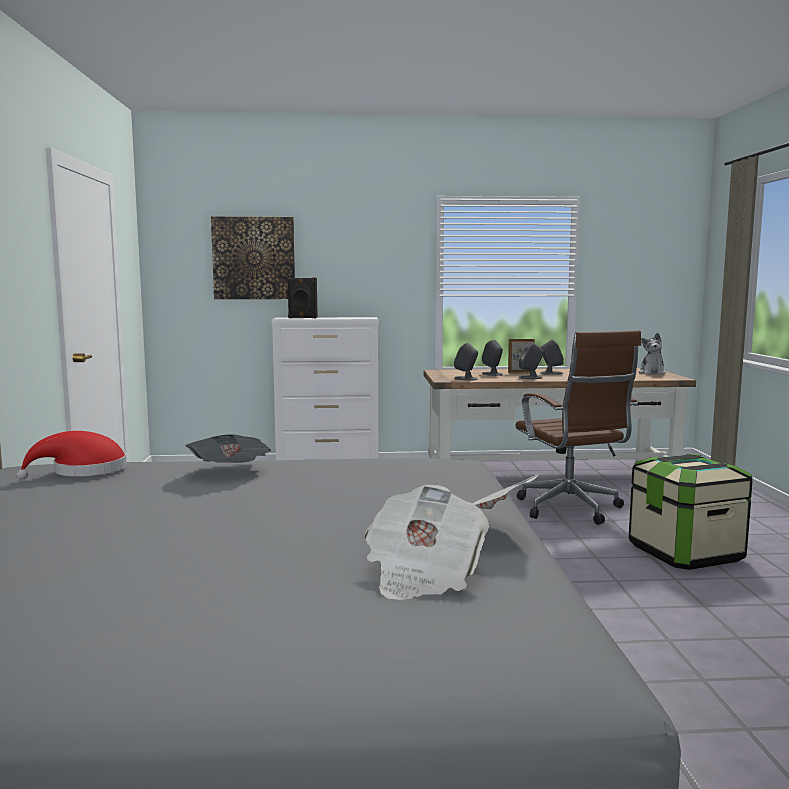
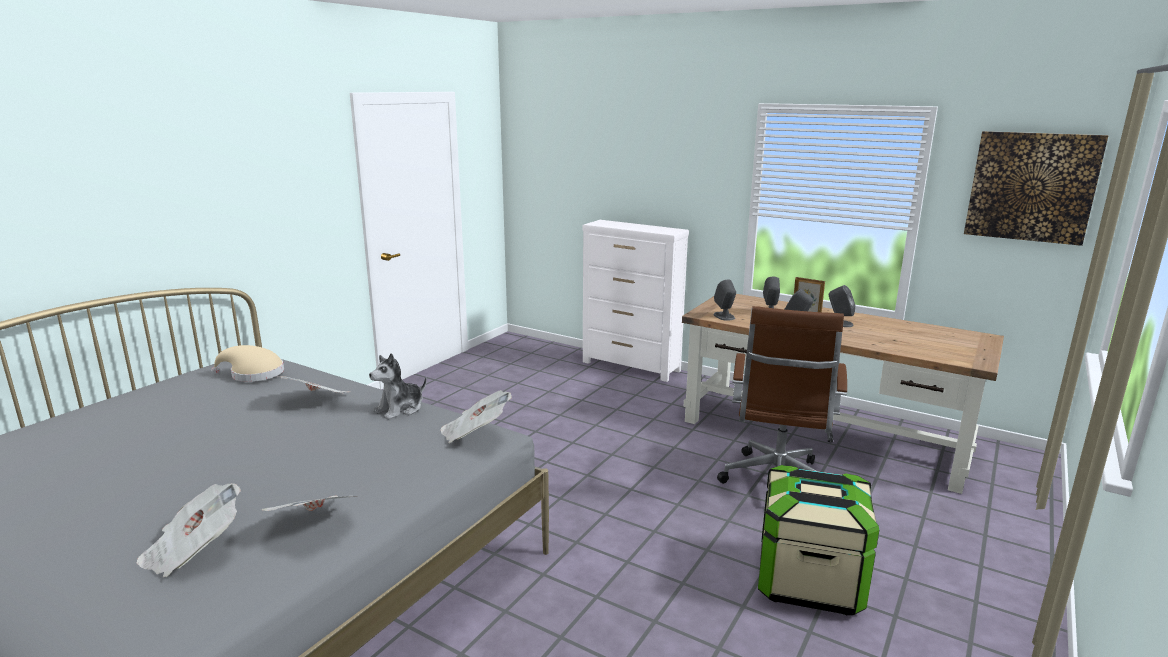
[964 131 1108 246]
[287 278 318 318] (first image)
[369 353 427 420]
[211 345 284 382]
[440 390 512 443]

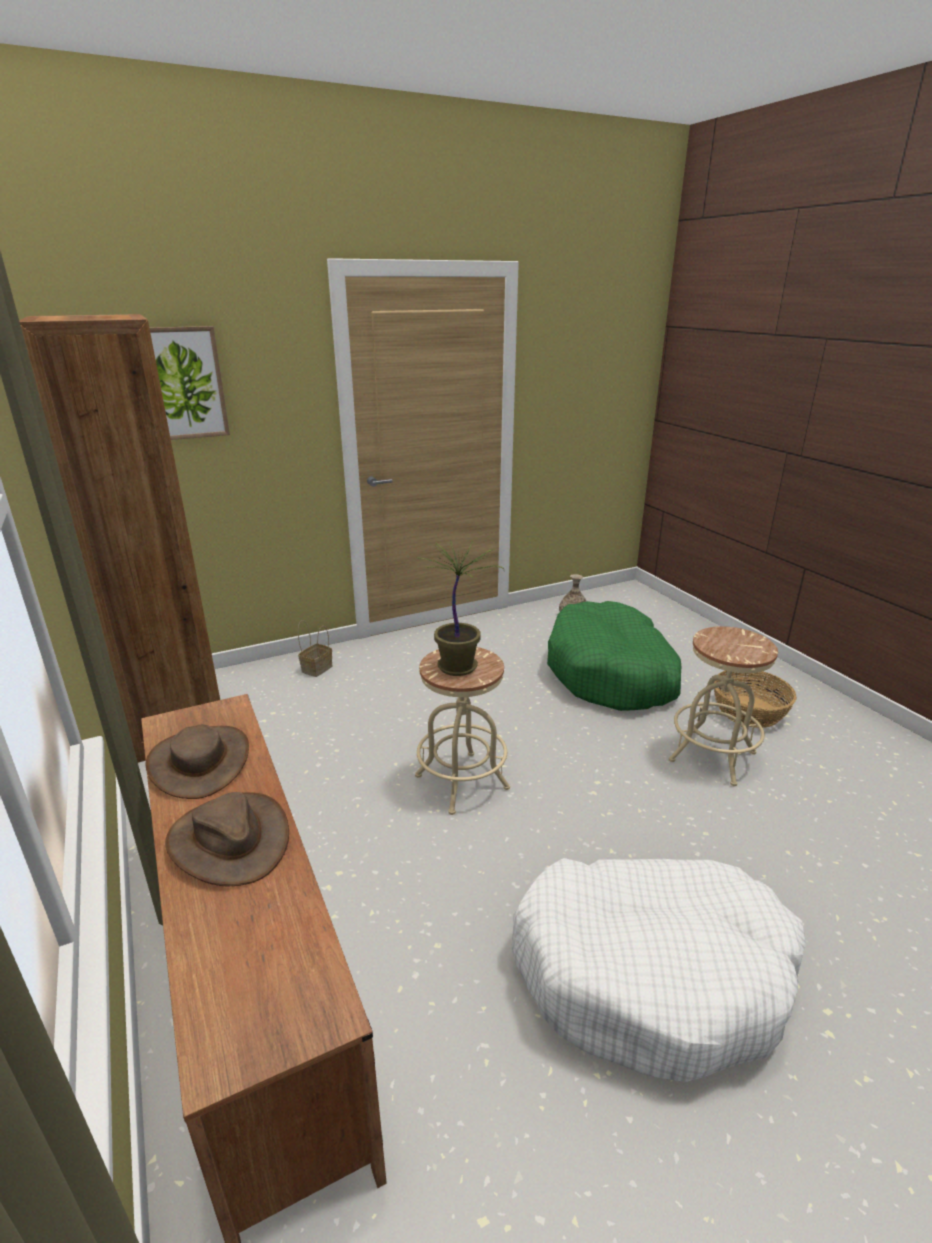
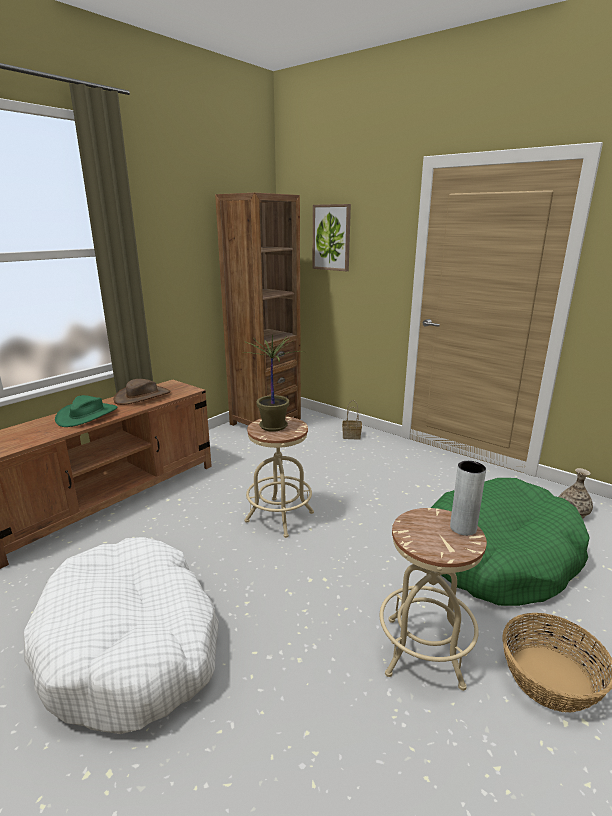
[55 395 118 427]
[450 461 486 536]

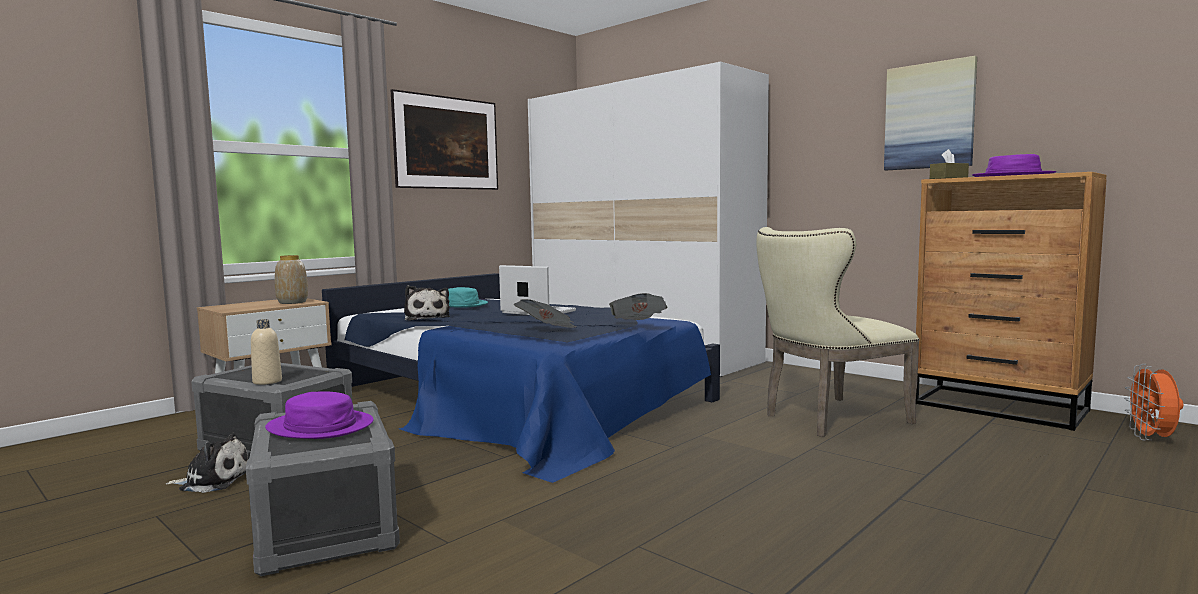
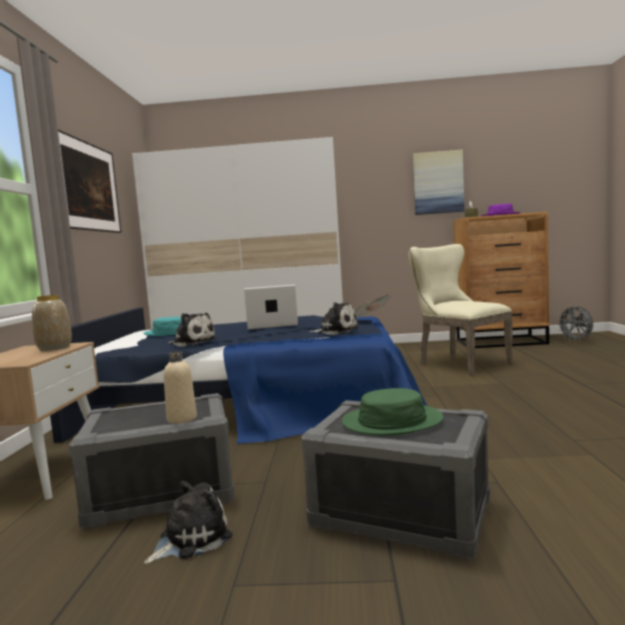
[408 244 513 376]
[310 302 359 335]
[557 305 593 342]
[342 388 443 435]

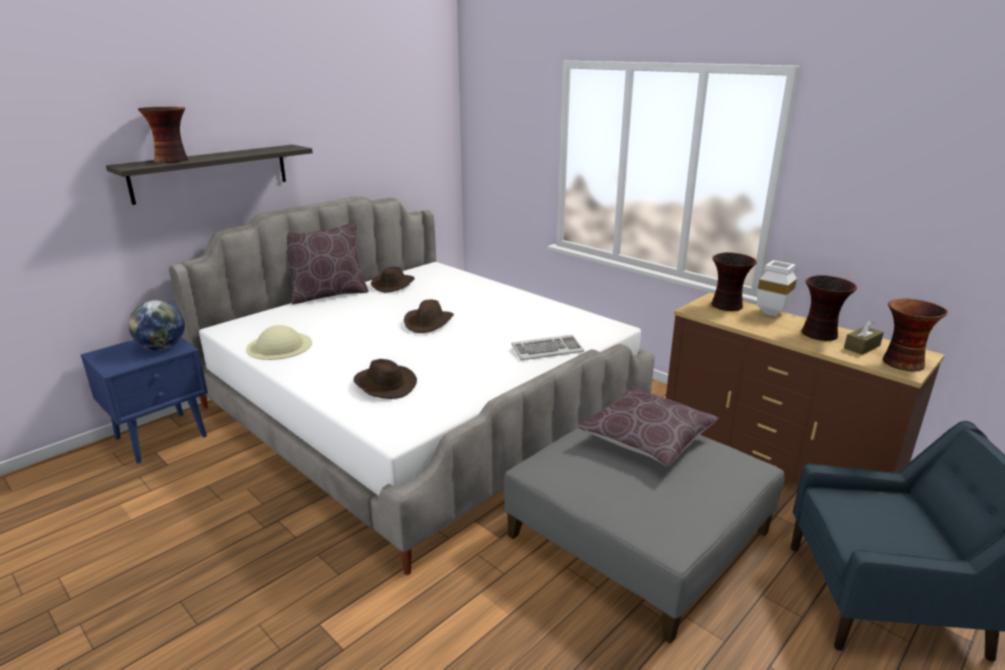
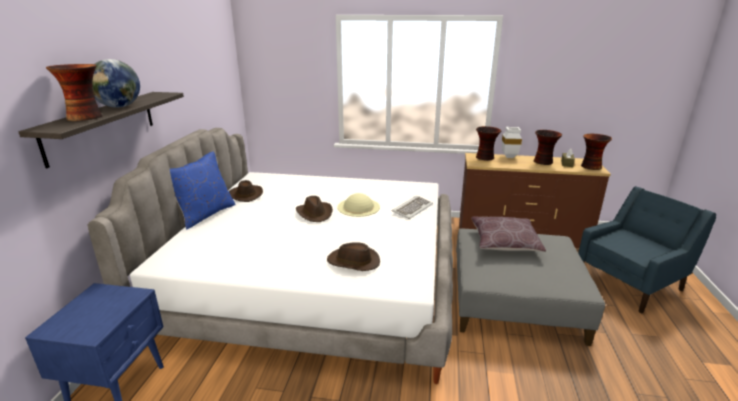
[170 151 235 230]
[92 59 140 108]
[337 193 380 217]

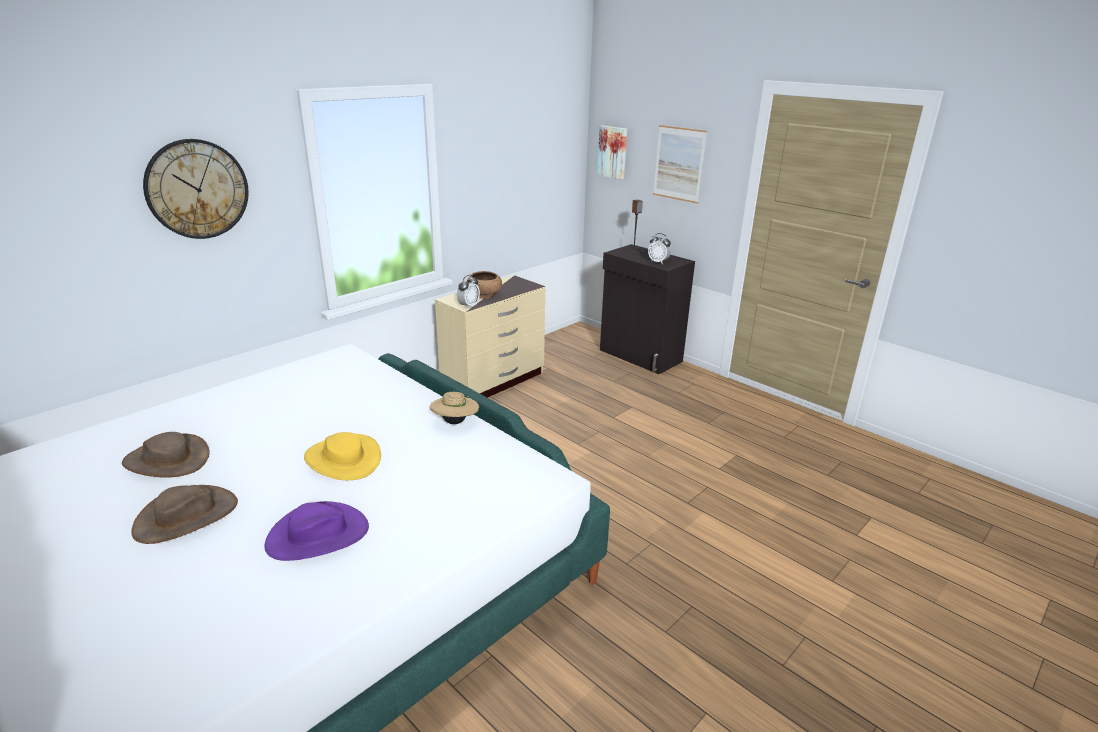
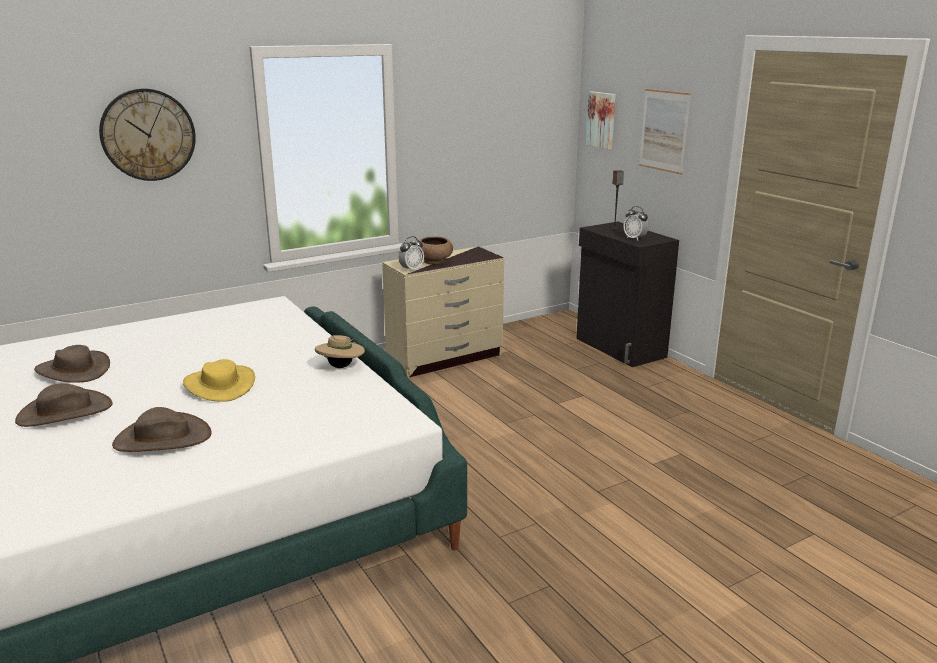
[112 407 212 452]

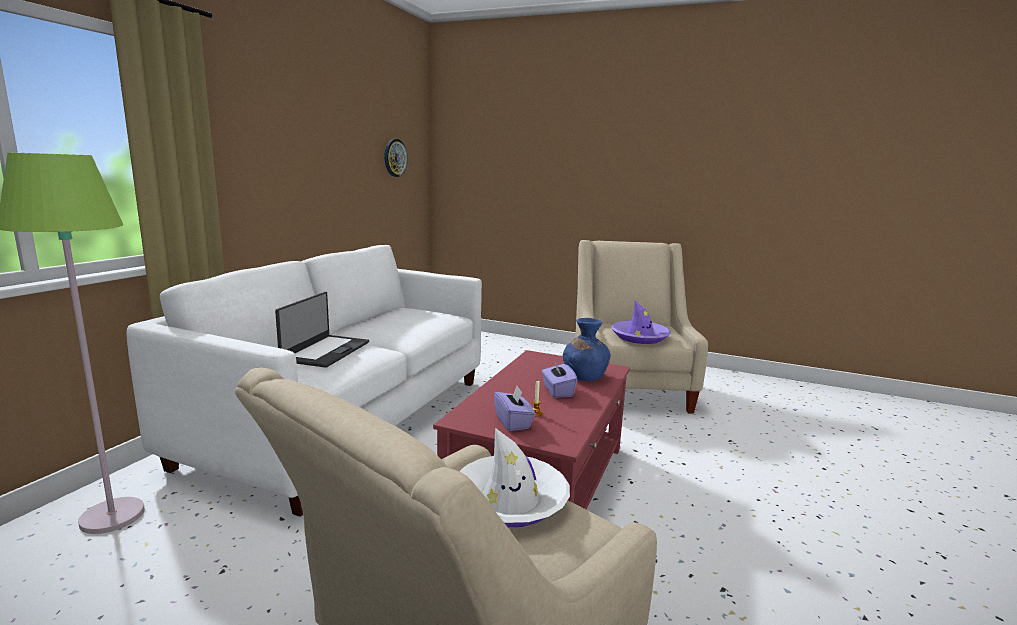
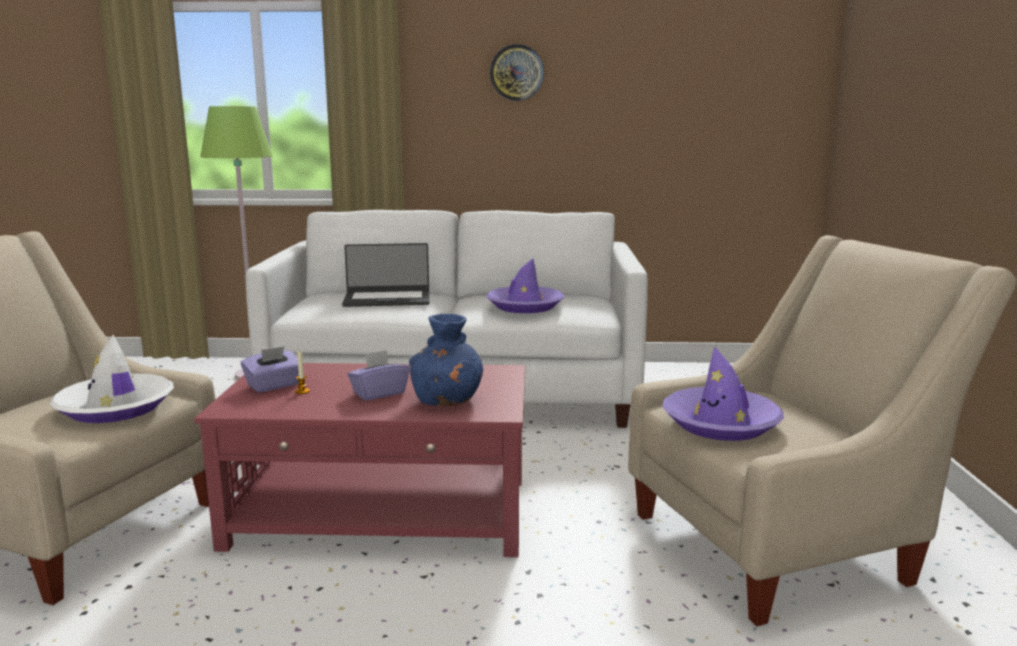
[490 44 544 101]
[486 259 564 313]

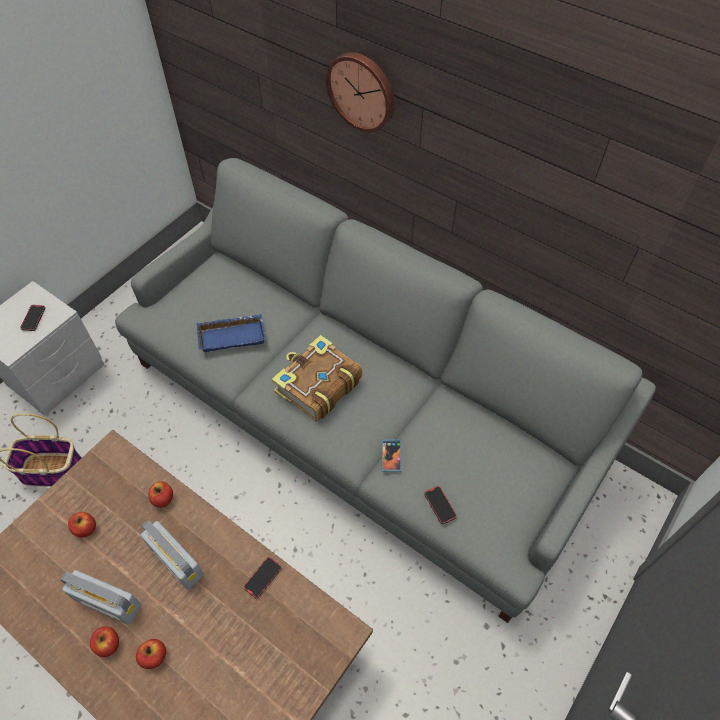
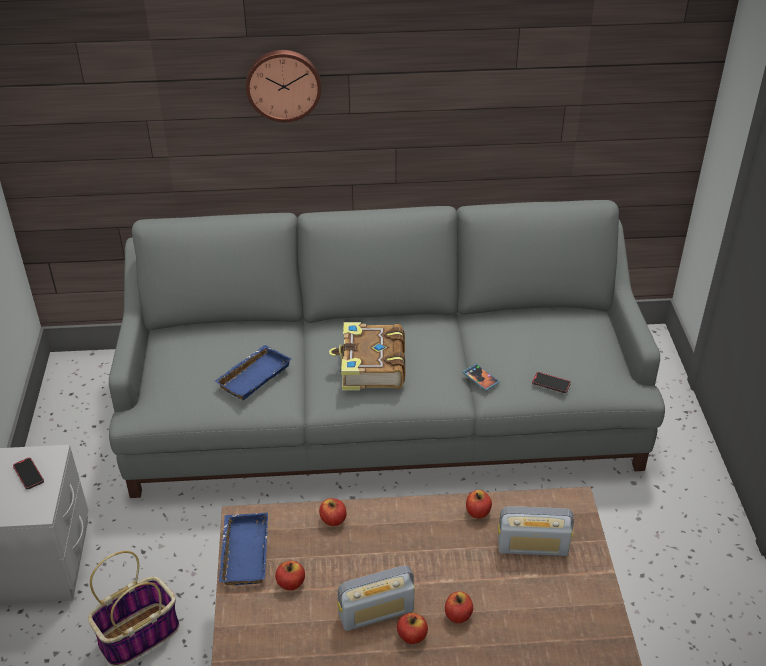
[498 506 574 556]
[466 490 492 519]
[219 512 268 586]

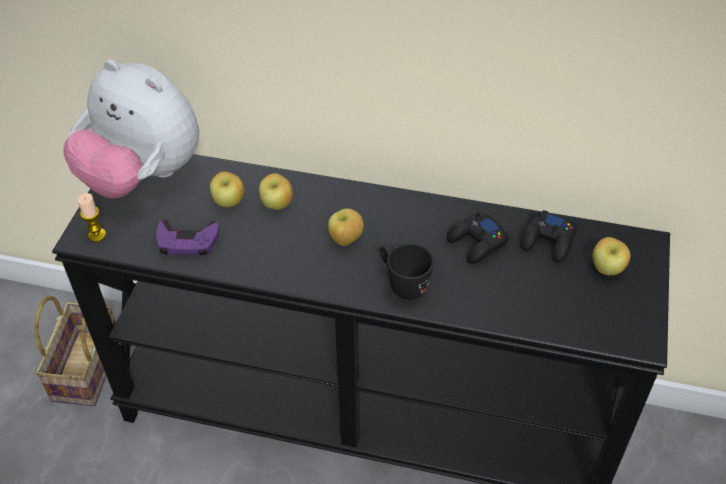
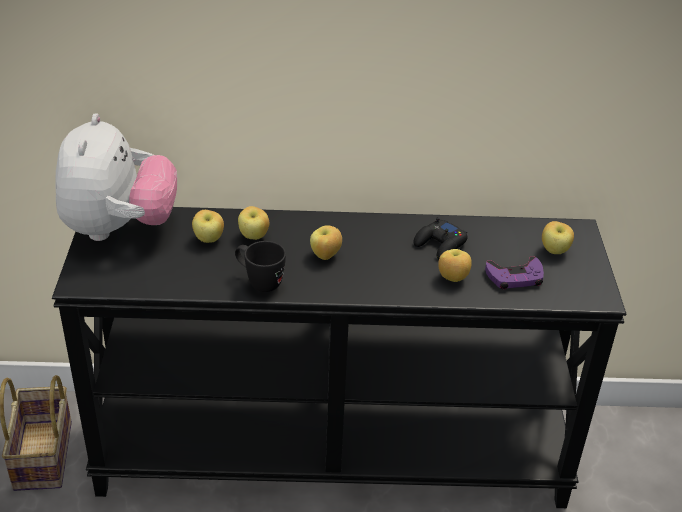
[55 113 177 241]
[78 193 106 242] (first image)
[520 210 577 262] (first image)
[485 256 544 289]
[235 241 286 292]
[438 249 472 282]

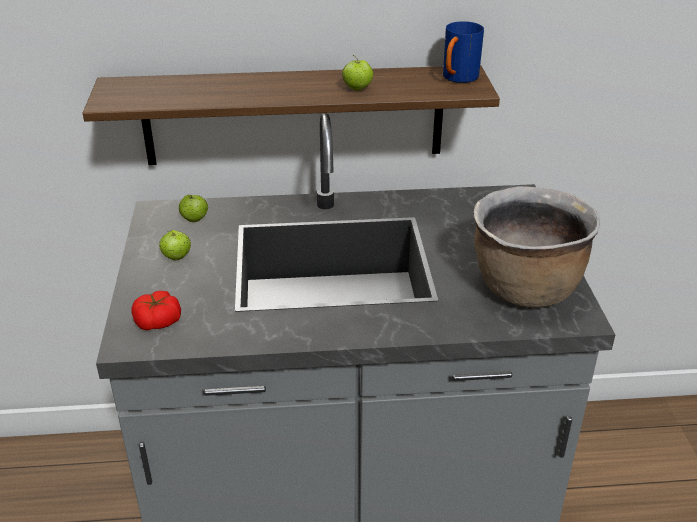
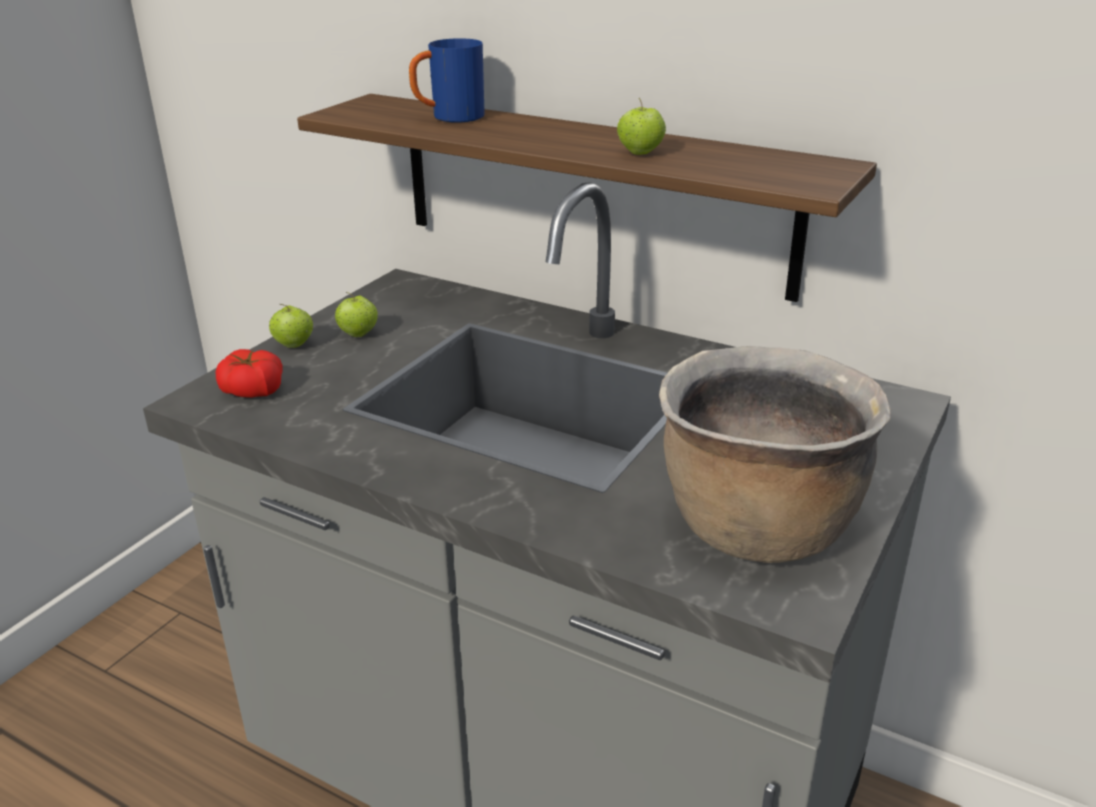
[409 38 485 123]
[269 304 313 348]

